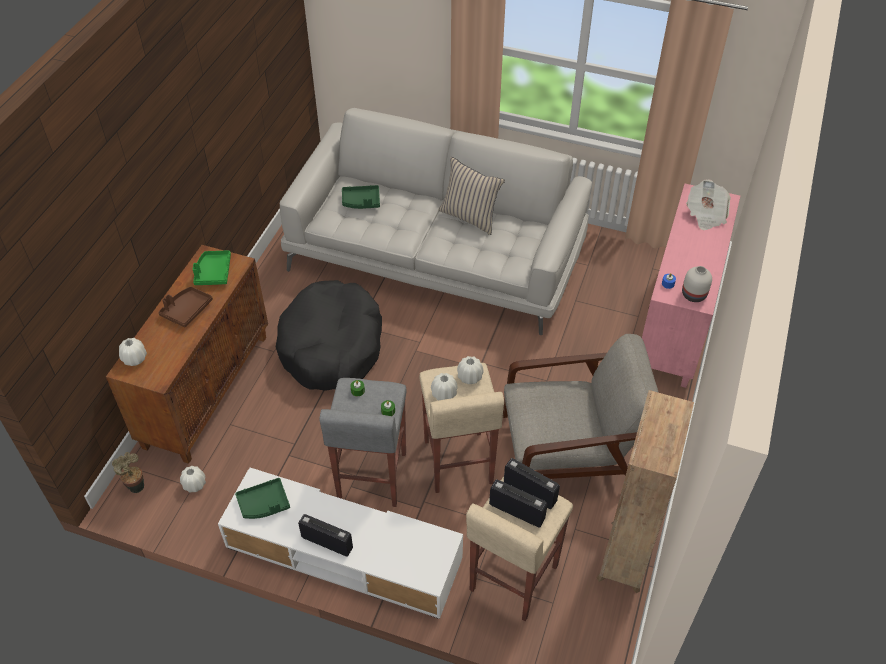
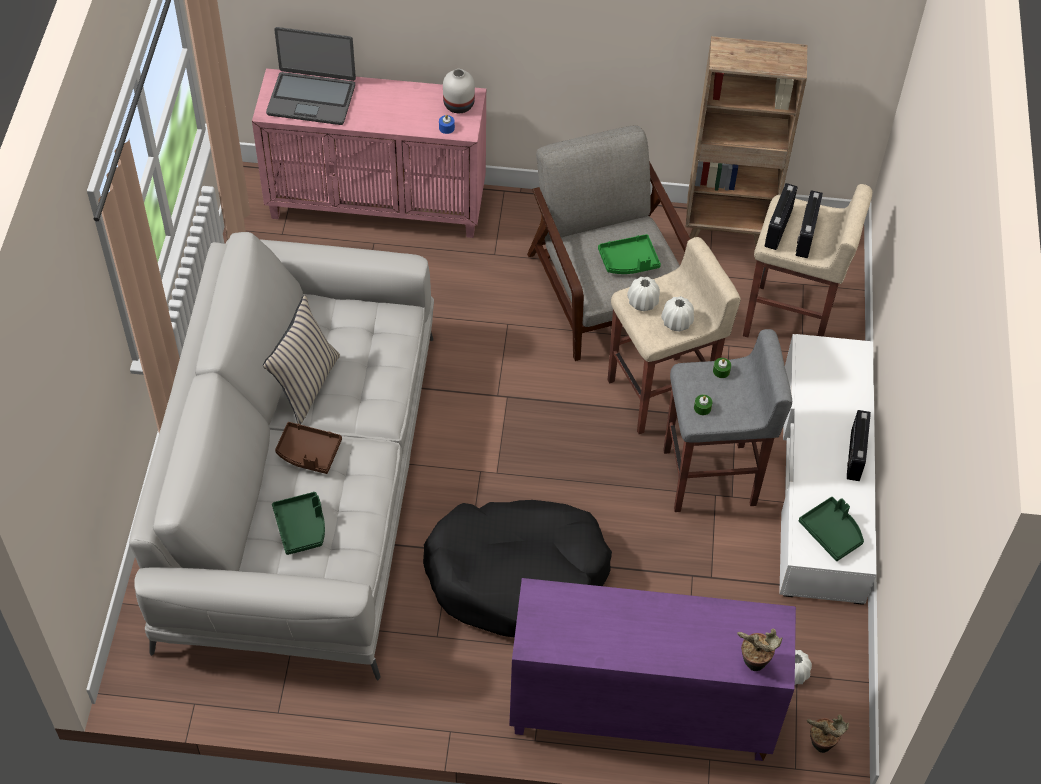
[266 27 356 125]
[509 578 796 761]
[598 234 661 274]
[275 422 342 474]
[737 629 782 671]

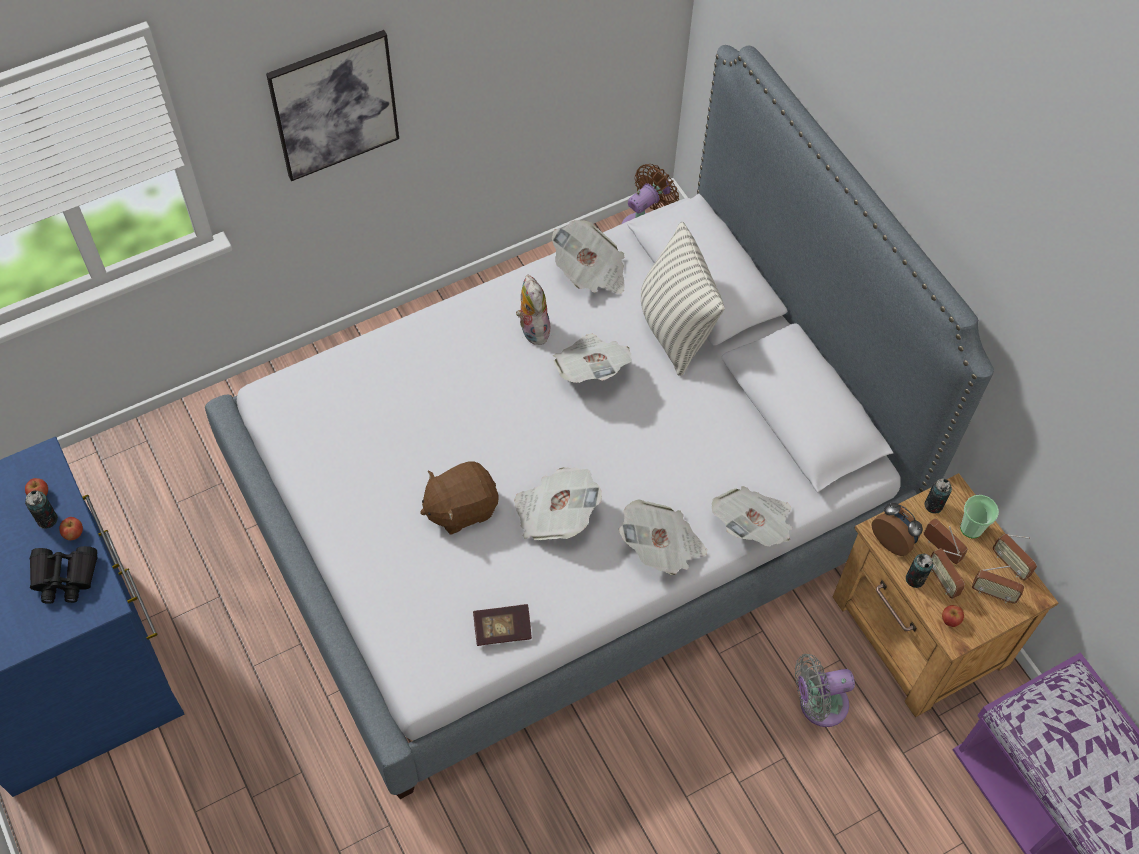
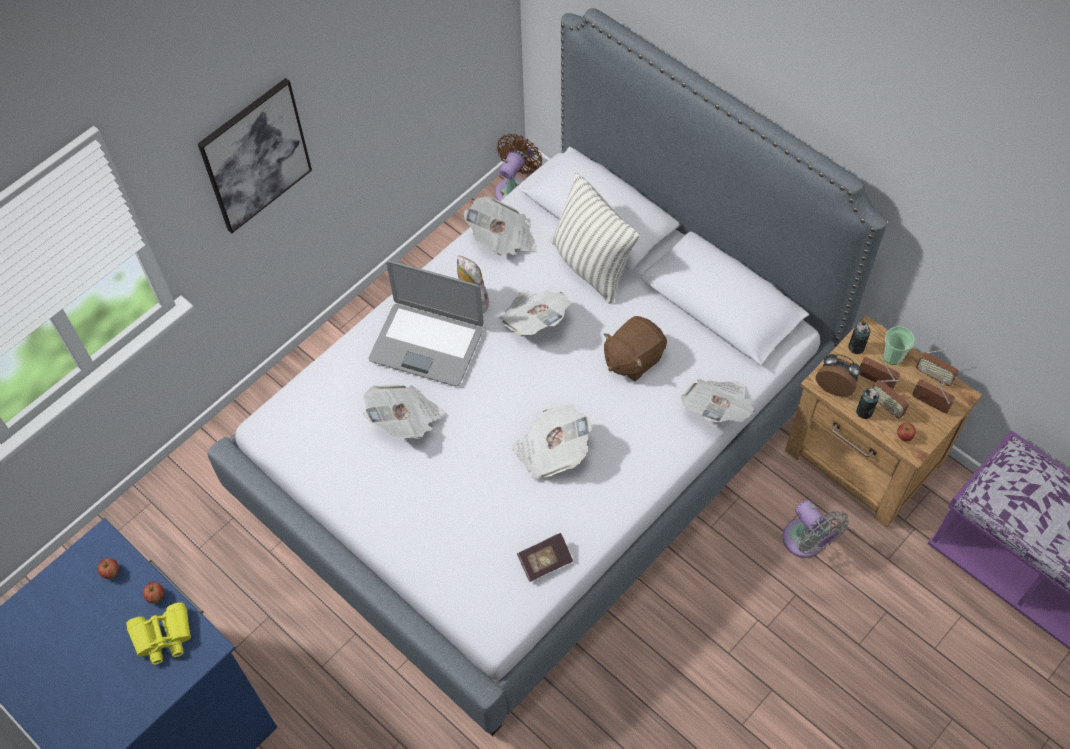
[603 316 667 381]
[25 490 58 529] (first image)
[363 385 444 439]
[126 602 191 665]
[912 379 955 413]
[783 500 849 558]
[368 260 484 386]

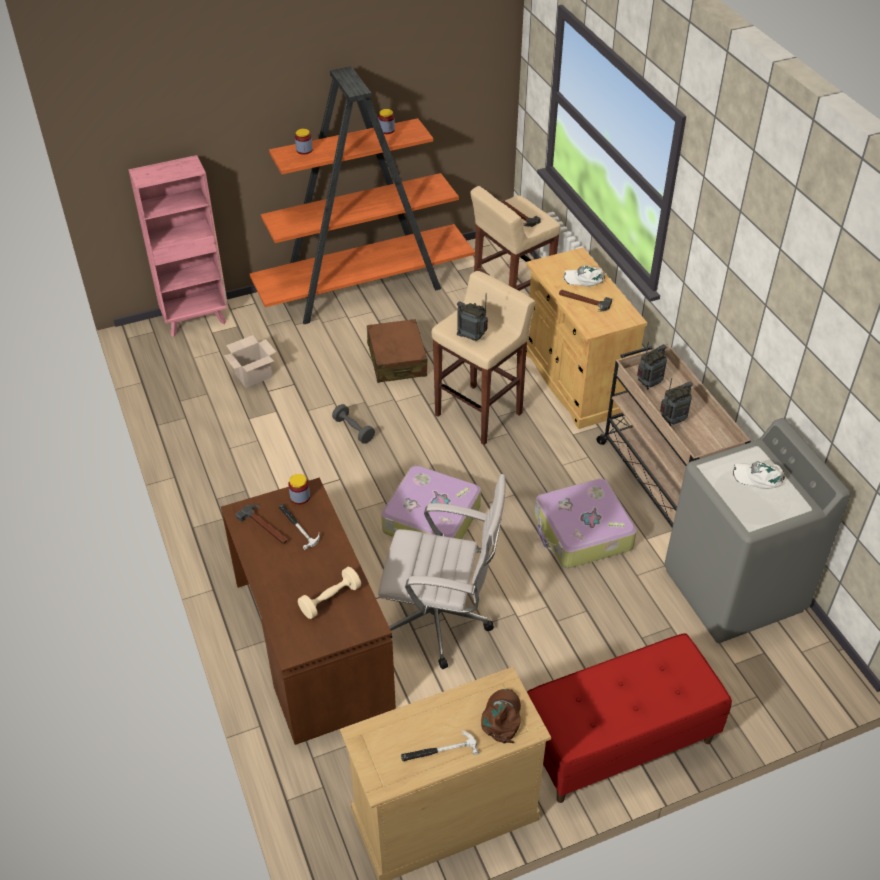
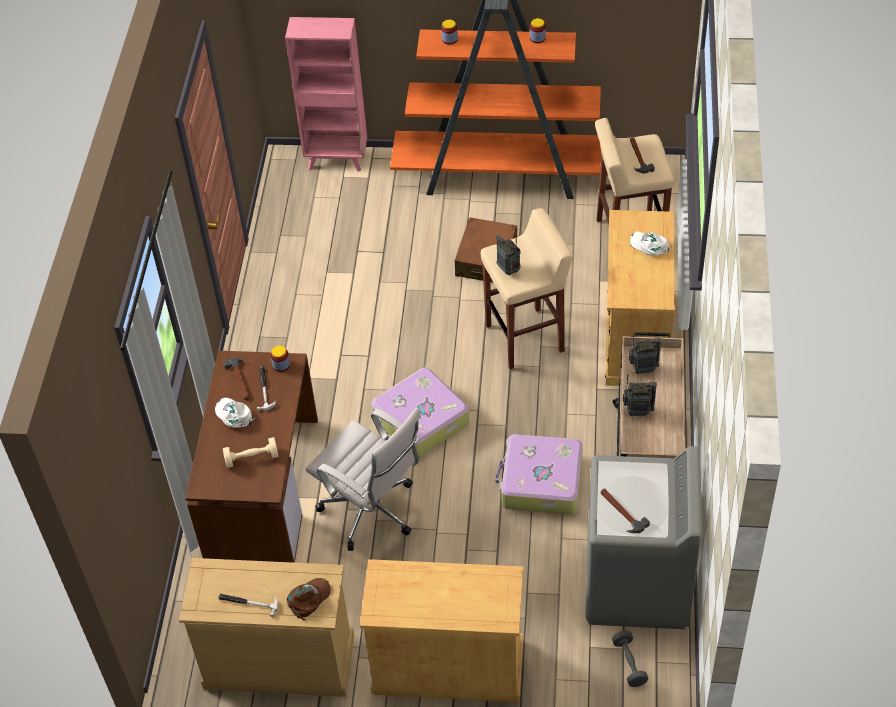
[601 489 650 534]
[224 335 276 388] (first image)
[612 630 649 687]
[215 398 256 428]
[360 559 523 702]

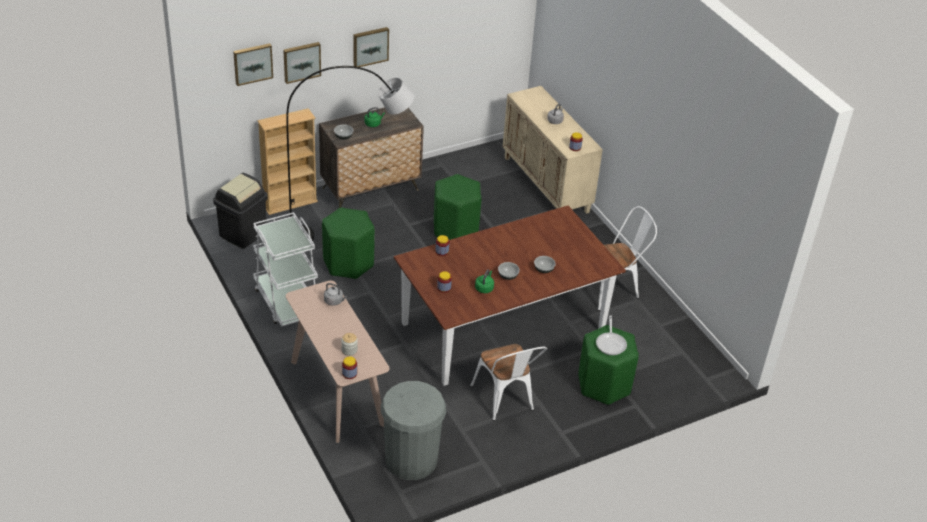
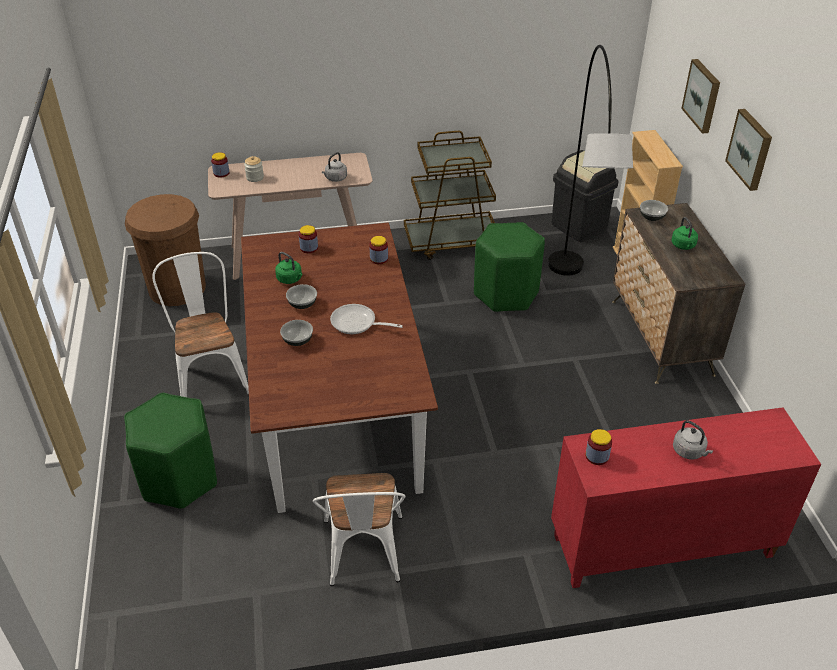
[233 43 273 86] (first image)
[551 407 821 588]
[434 174 481 240] (first image)
[404 131 496 260]
[330 304 403 334]
[152 252 249 397]
[125 194 206 306]

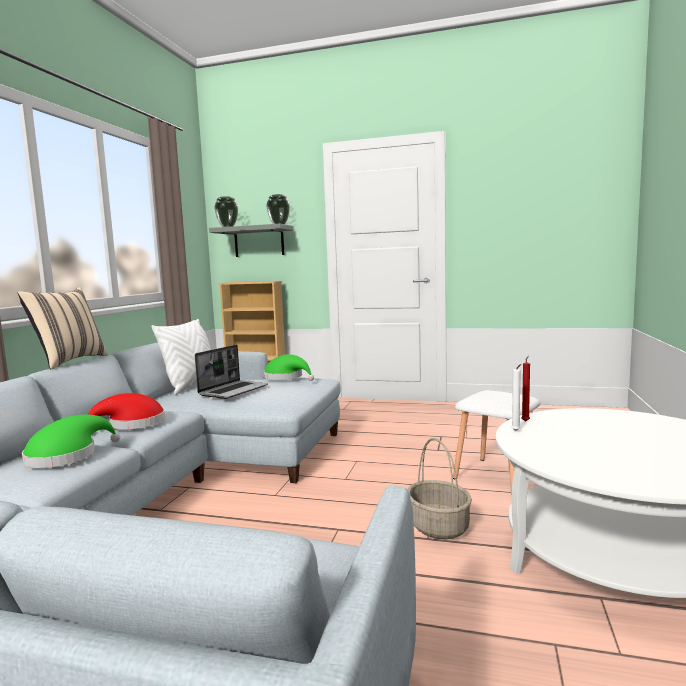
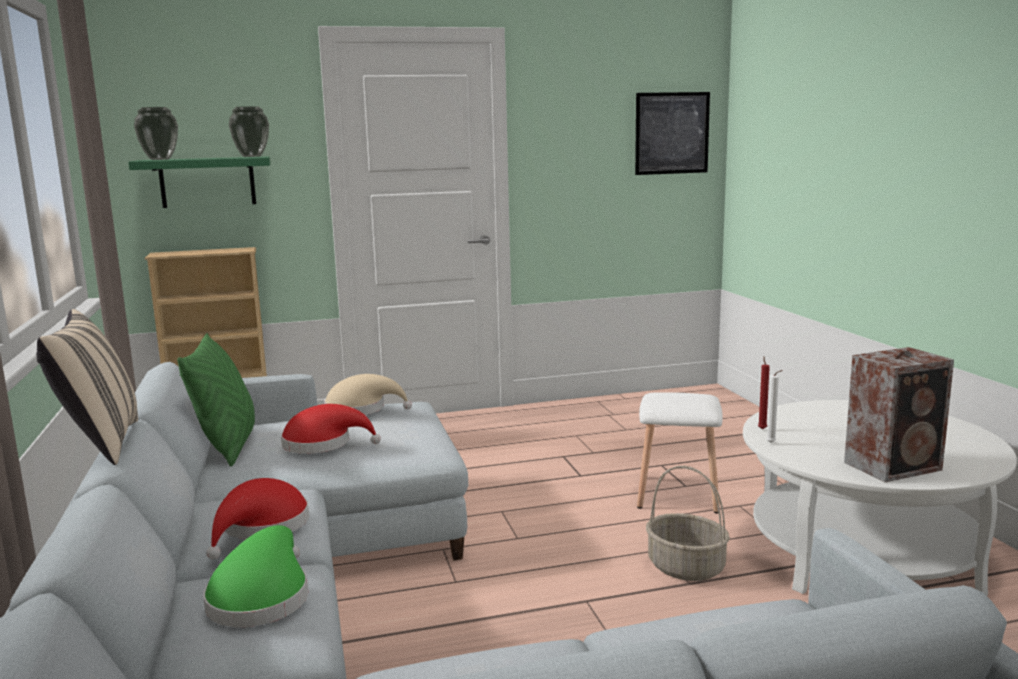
[128 156 271 208]
[177 333 255 466]
[281 404 381 454]
[324 374 412 415]
[635 92 710 175]
[844 347 954 482]

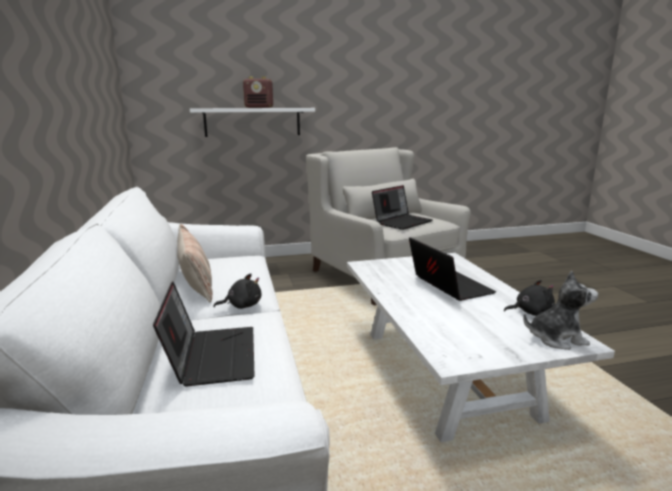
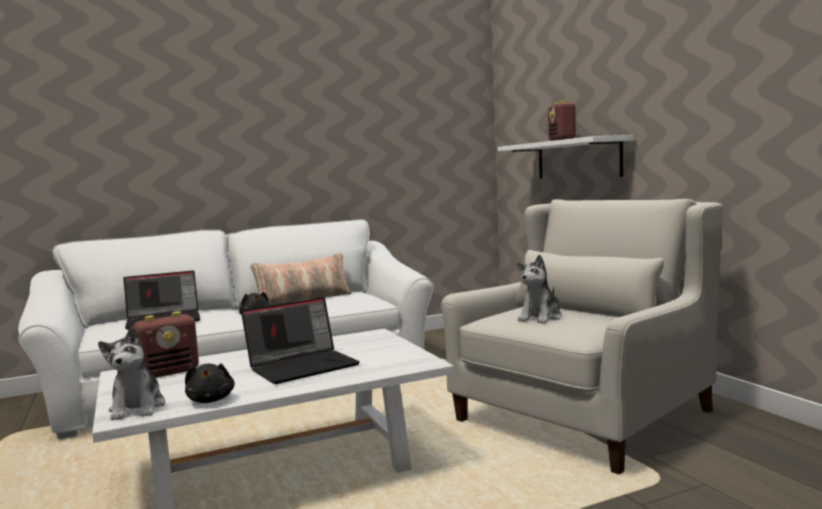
[517 255 562 323]
[133 311 199 378]

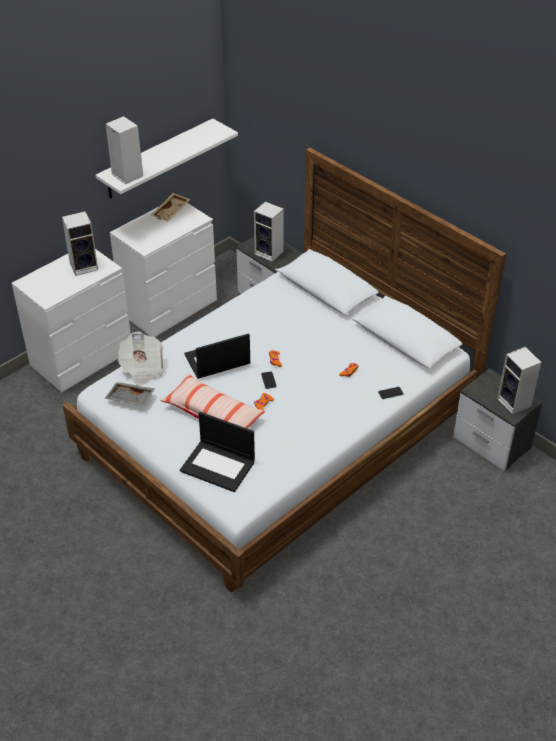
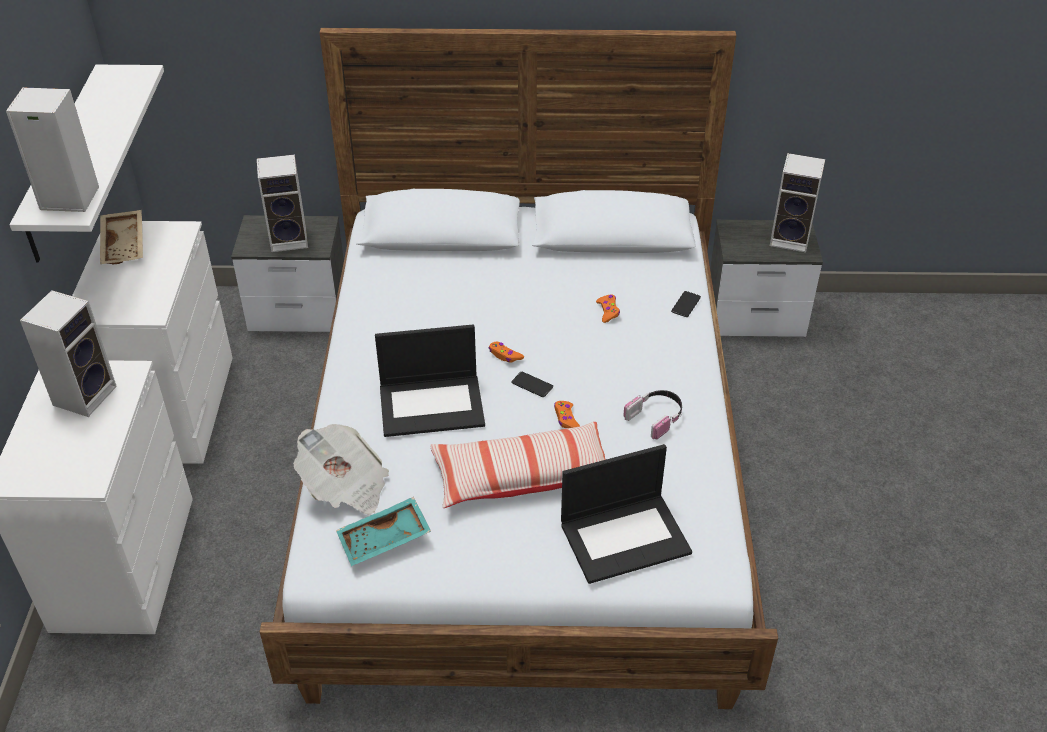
[375 325 485 437]
[336 497 431 566]
[623 390 682 440]

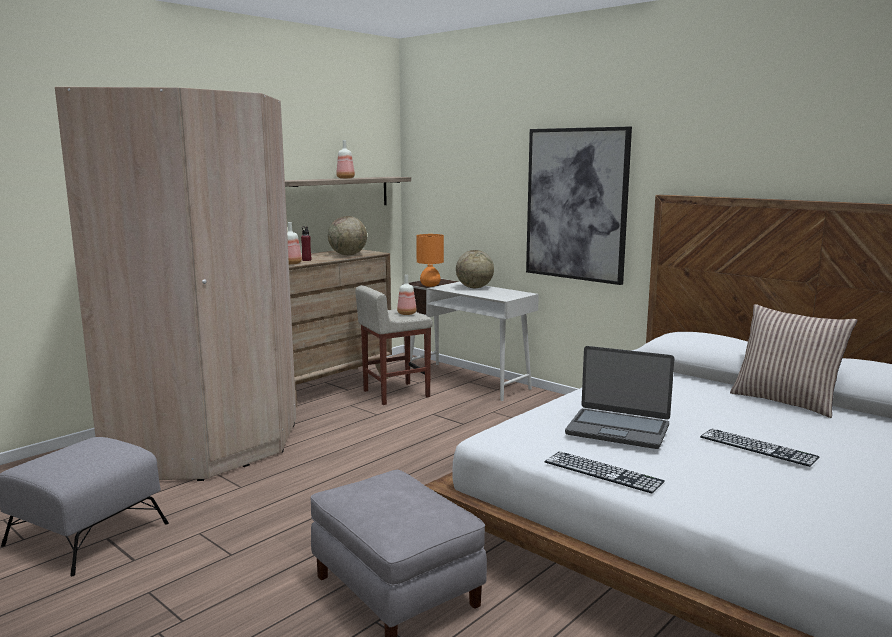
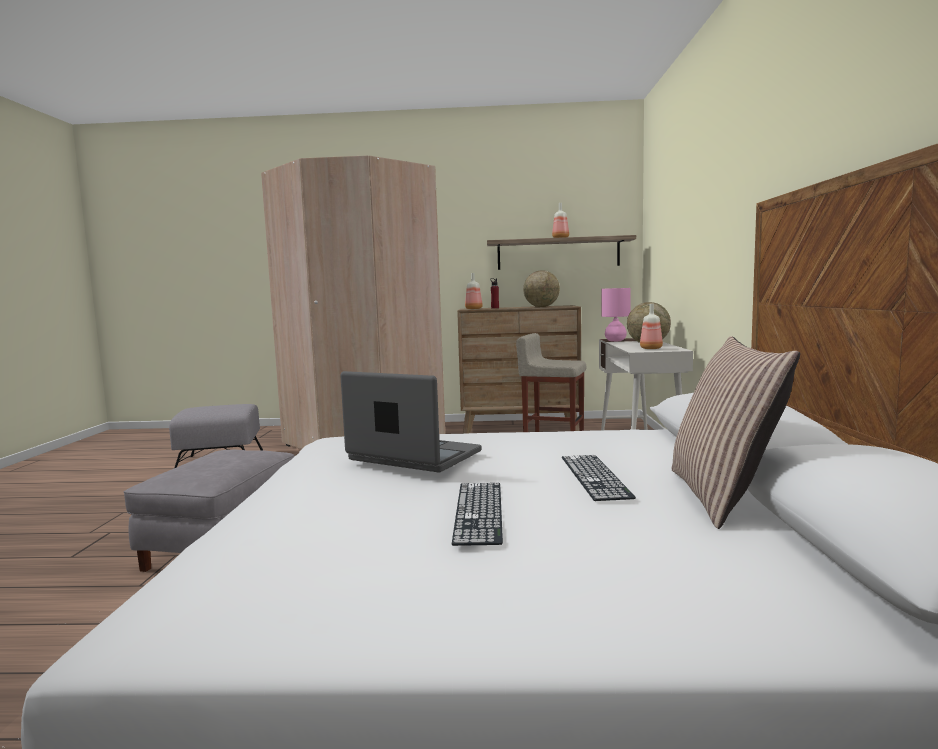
[526 127 632 285] (first image)
[601 288 631 341]
[640 304 663 349]
[340 371 481 472]
[562 455 636 501]

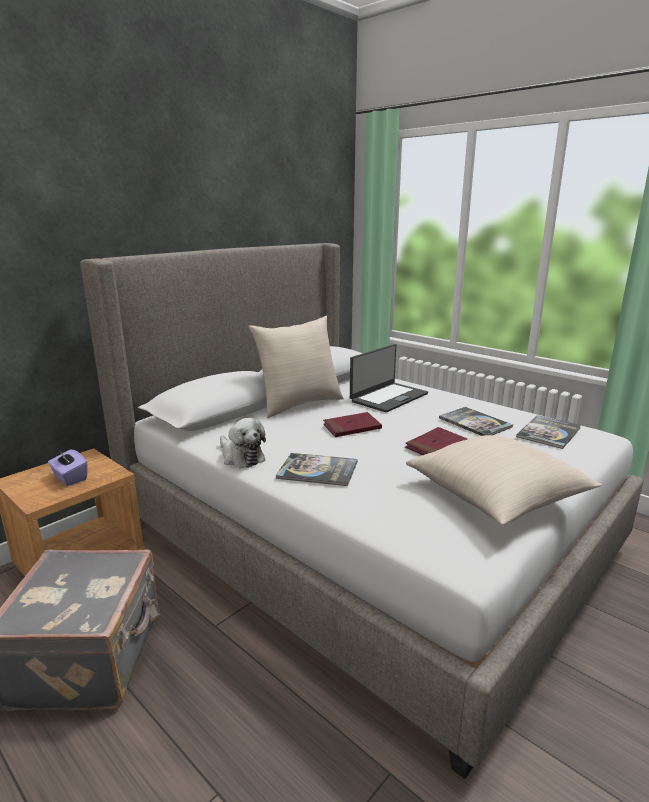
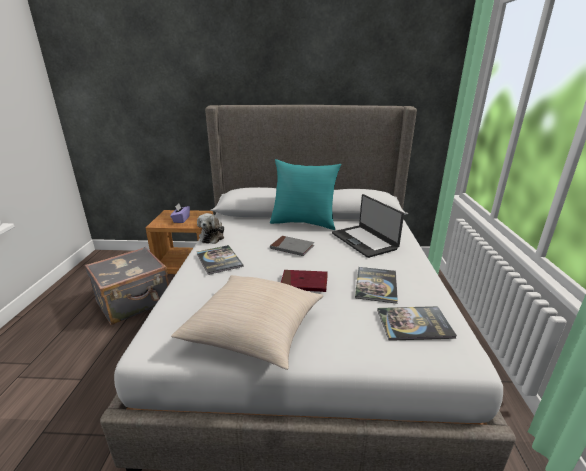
[270 159 341 230]
[332 194 404 258]
[270 236 314 256]

